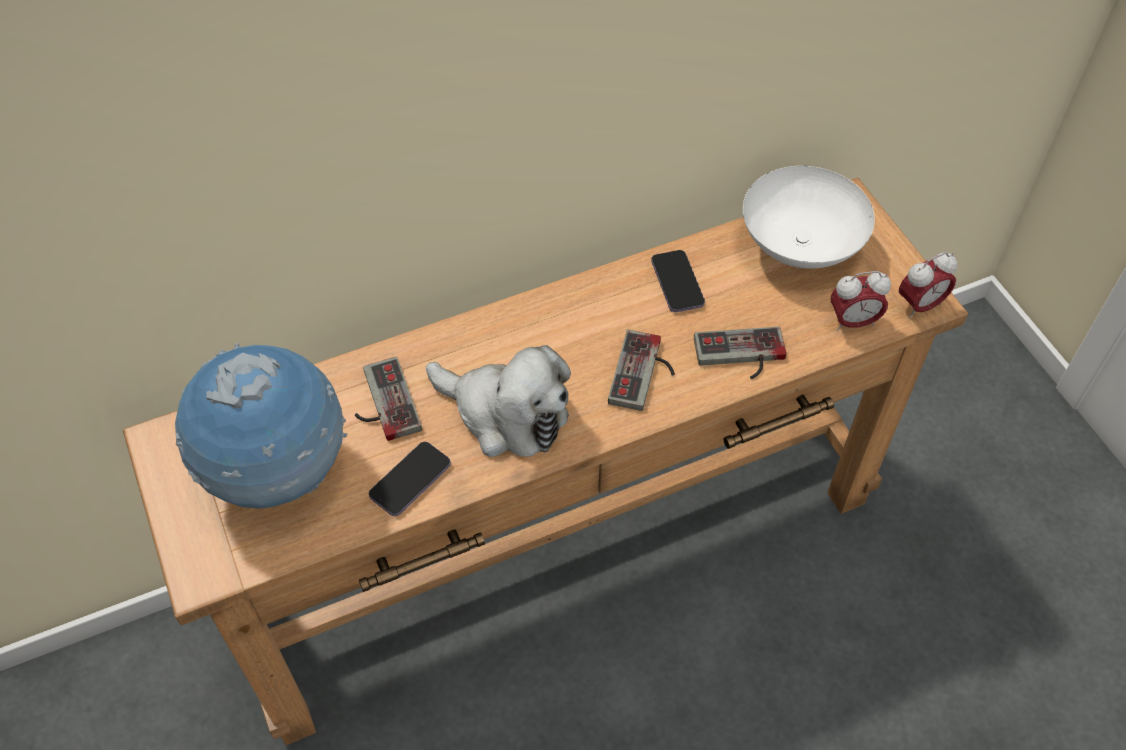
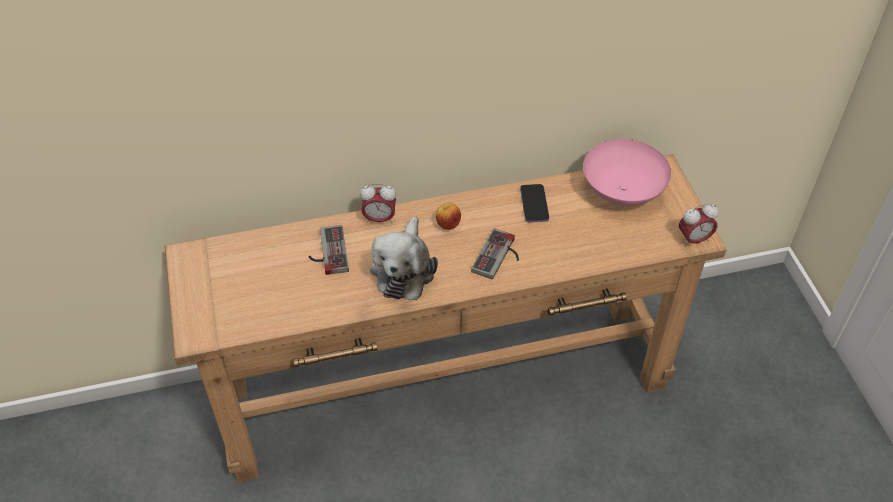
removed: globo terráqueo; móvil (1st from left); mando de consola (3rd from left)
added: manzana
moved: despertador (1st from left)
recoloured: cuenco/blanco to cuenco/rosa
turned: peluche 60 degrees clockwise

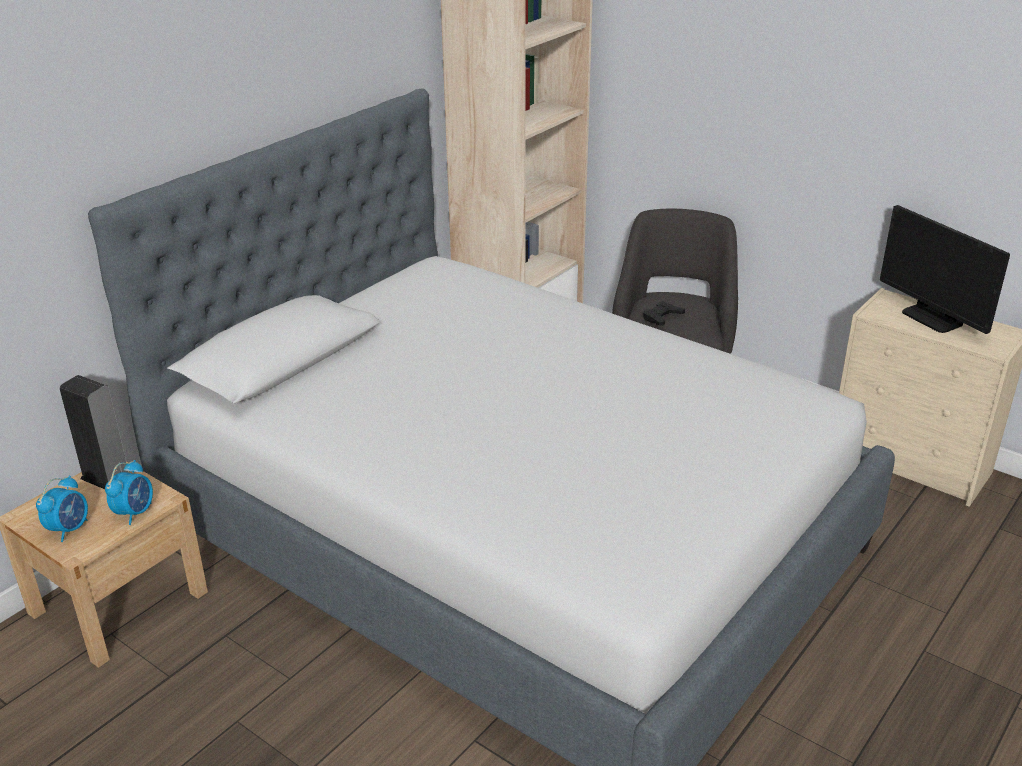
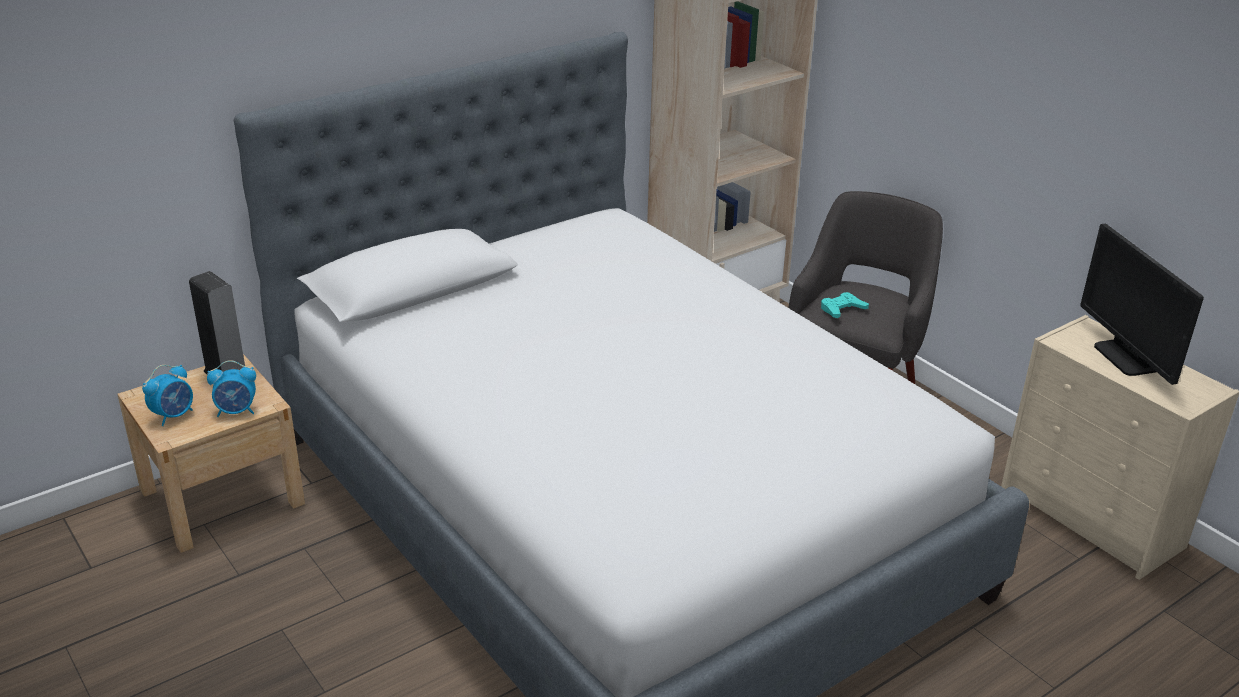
recoloured: mando de consola/negro to mando de consola/turquesa
turned: despertador (2nd from left) 45 degrees clockwise

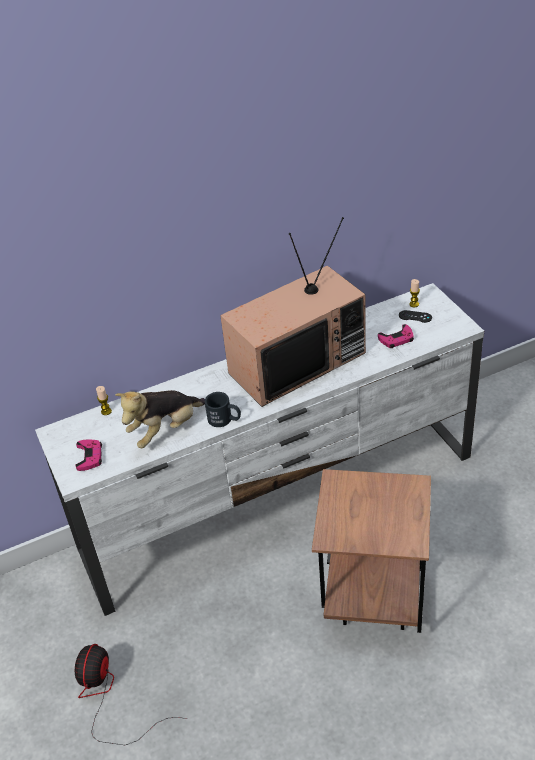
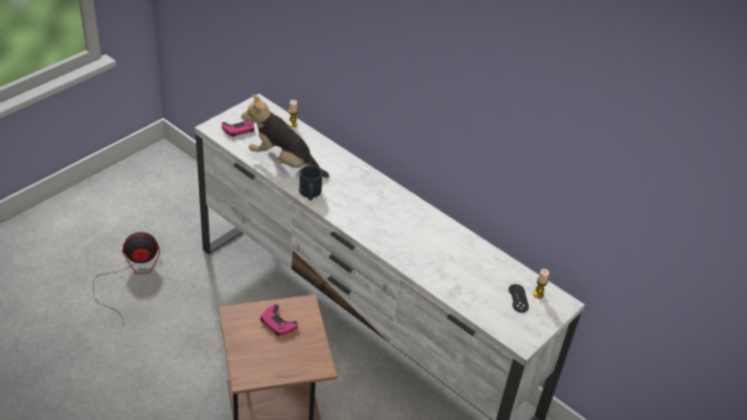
removed: televisor
moved: mando de consola/rosa (2nd from left)

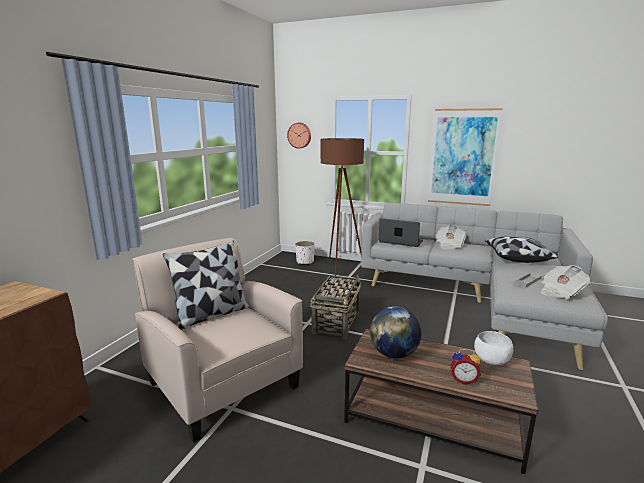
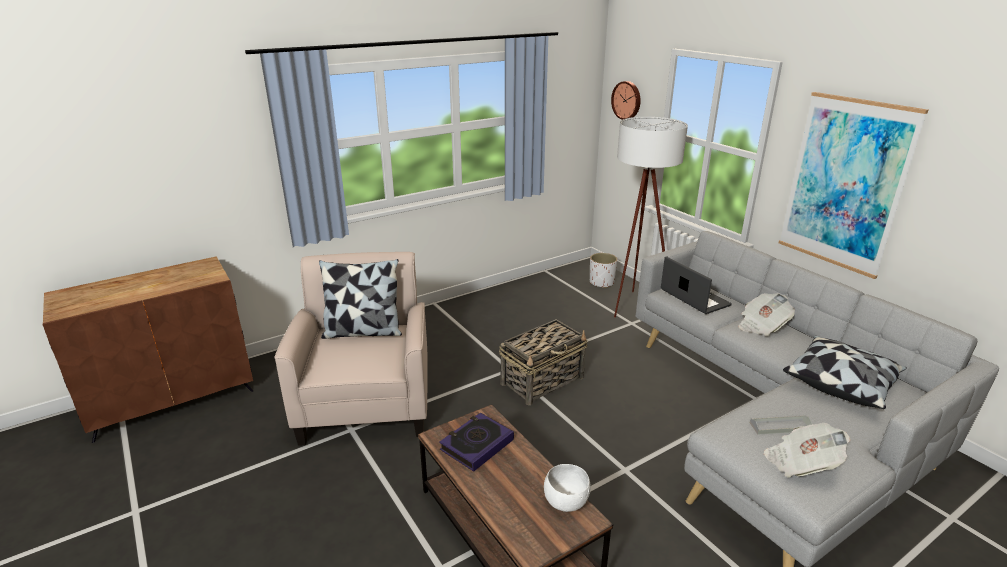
removed: despertador
replaced: globo terráqueo to libro
recoloured: lámpara de pie/marrón to lámpara de pie/blanco

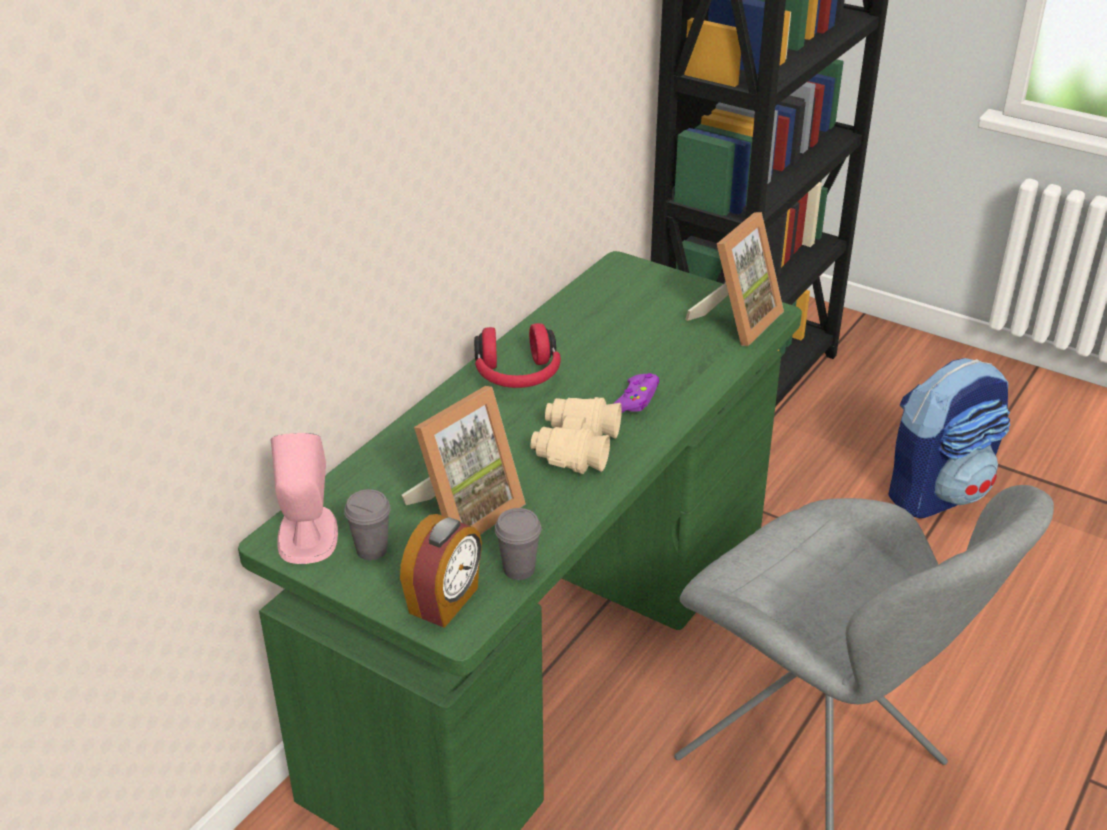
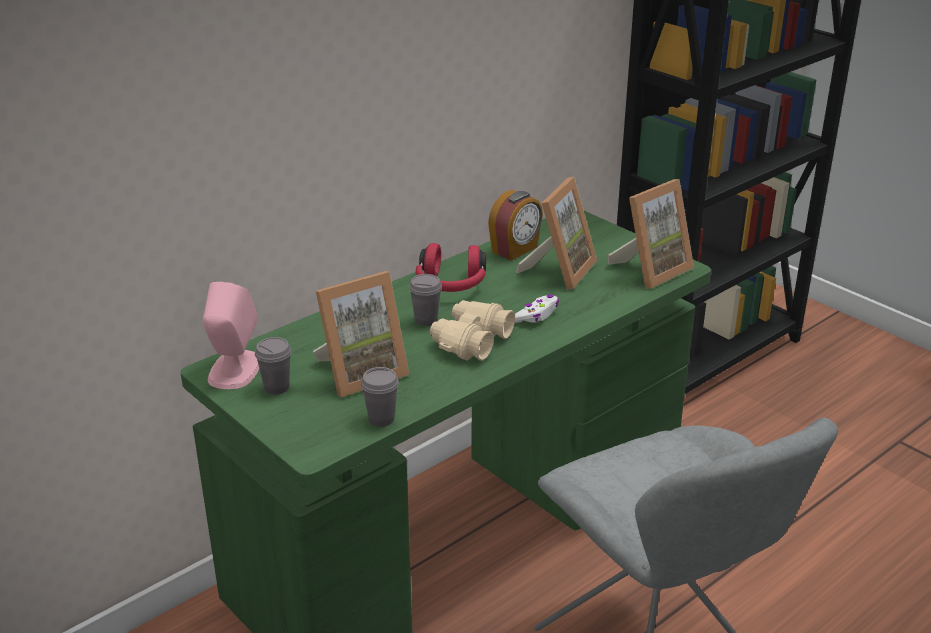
removed: mochila
added: taza/gris (3rd from left); portarretratos (2nd from left)
moved: despertador
recoloured: mando de consola/morado to mando de consola/blanco

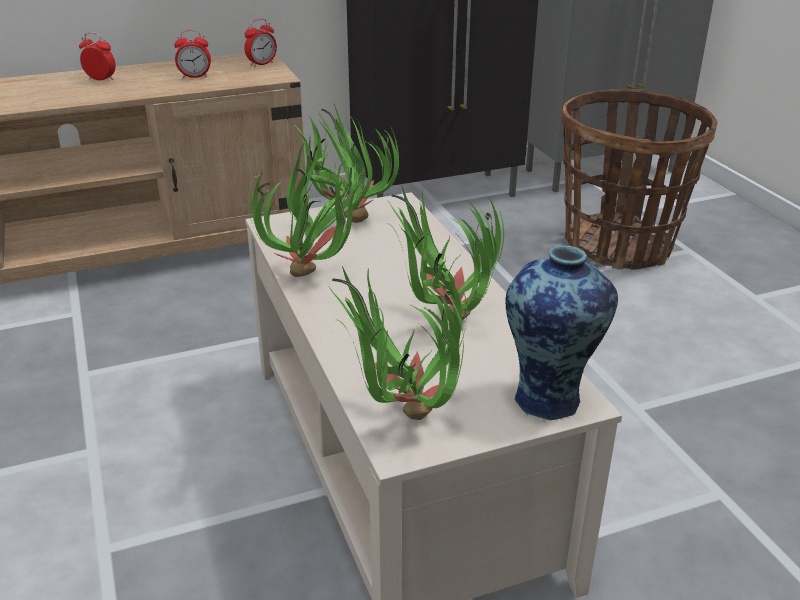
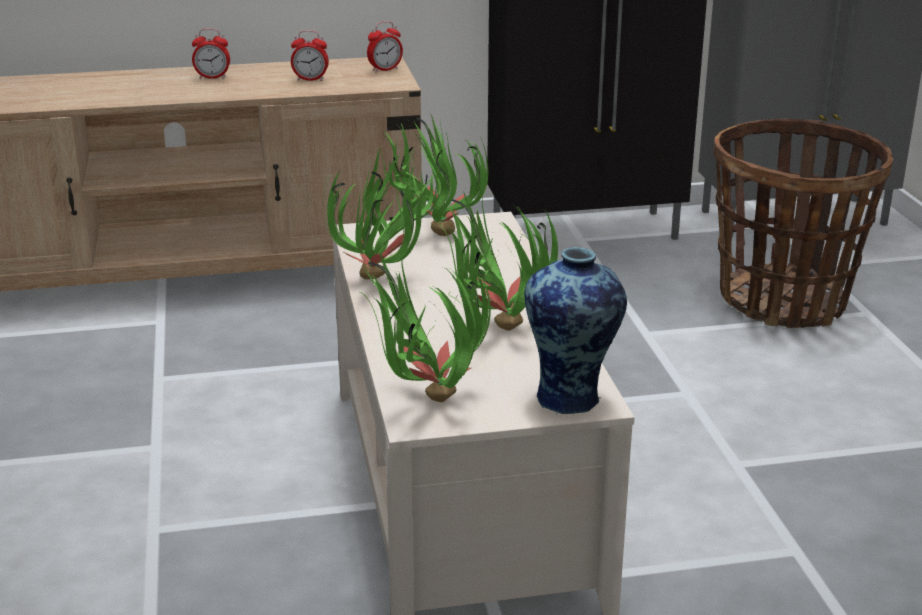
turned: despertador (1st from left) 150 degrees clockwise

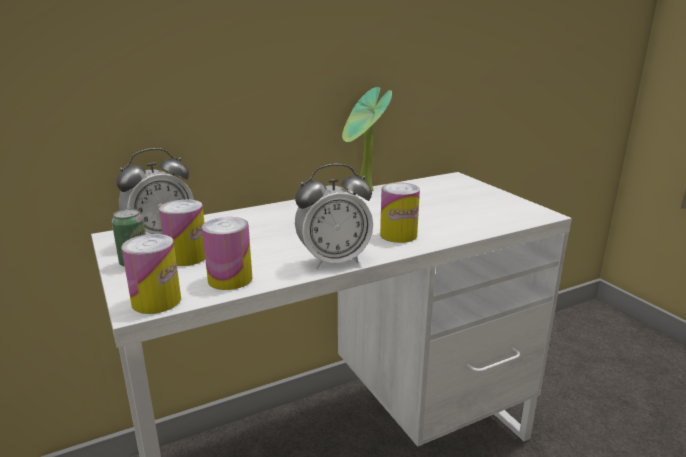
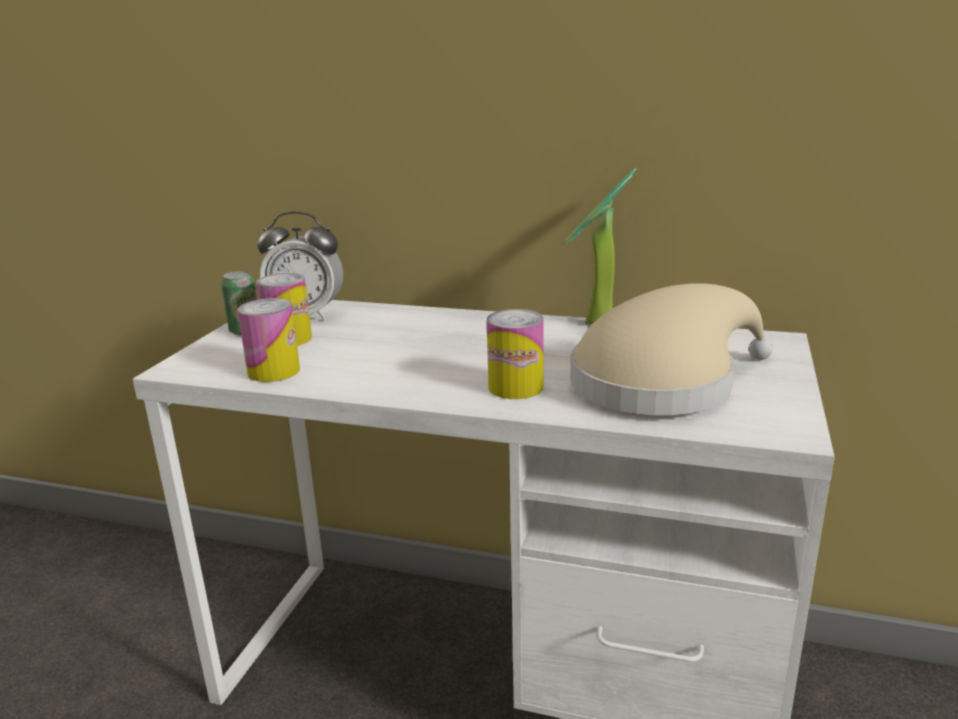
removed: lata (2nd from left); despertador (2nd from left)
added: sombrero/beis

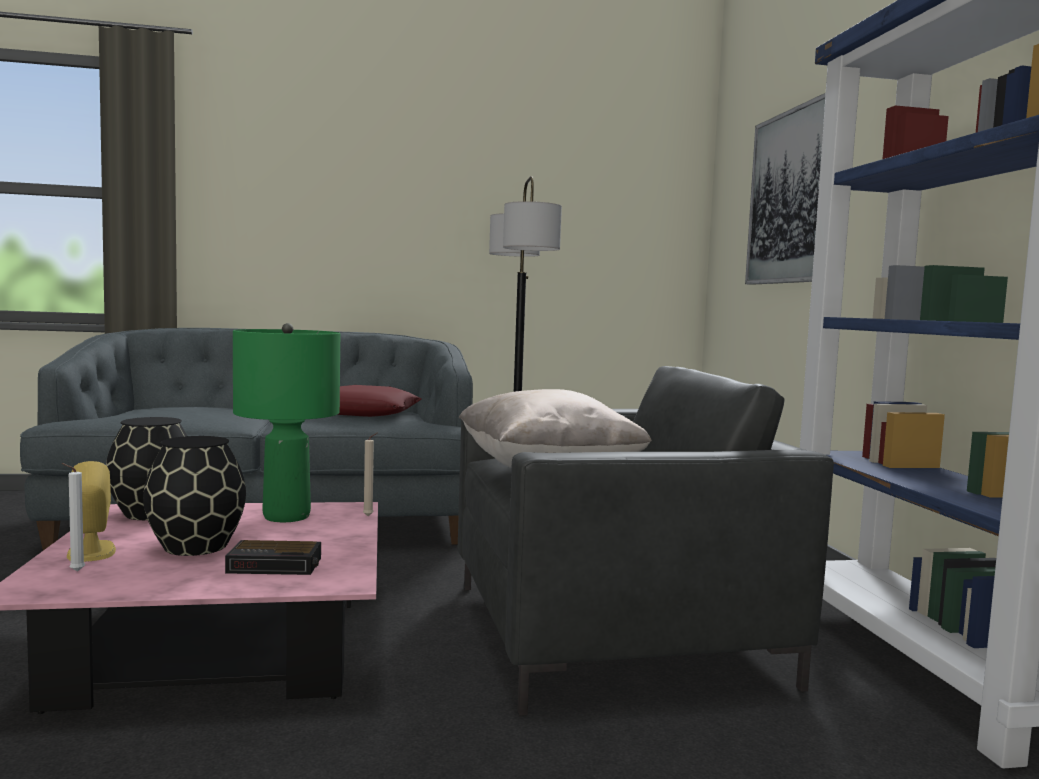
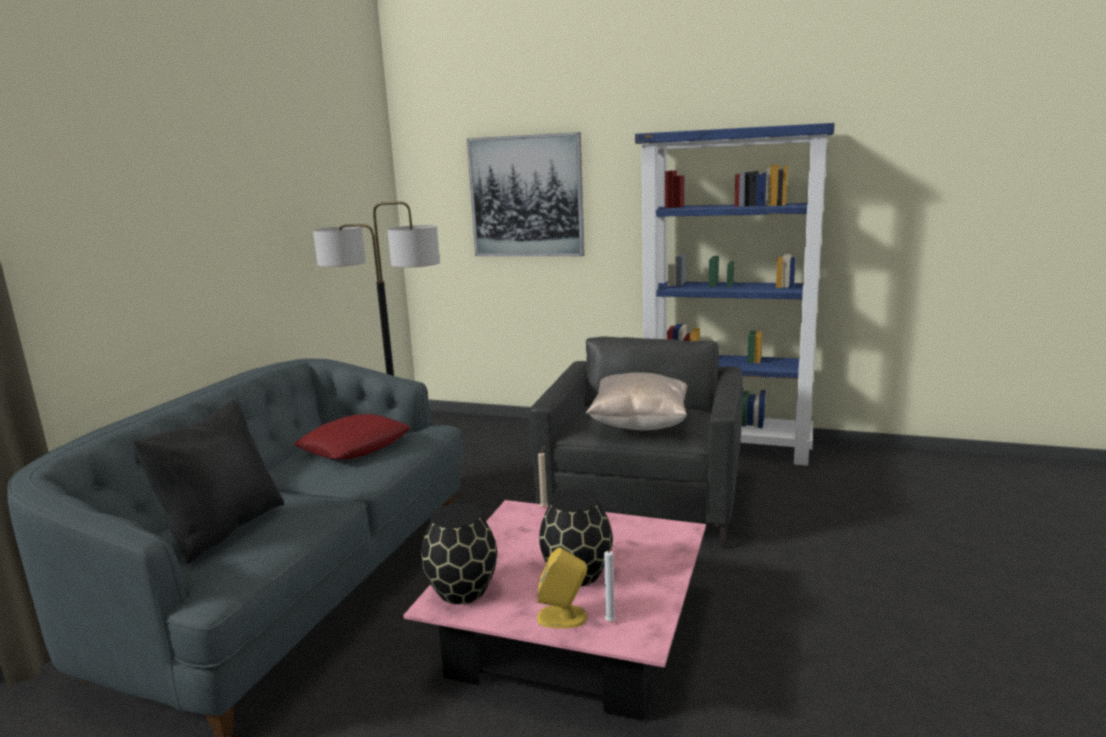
removed: despertador; lámpara de mesa/verde
added: cojín/negro

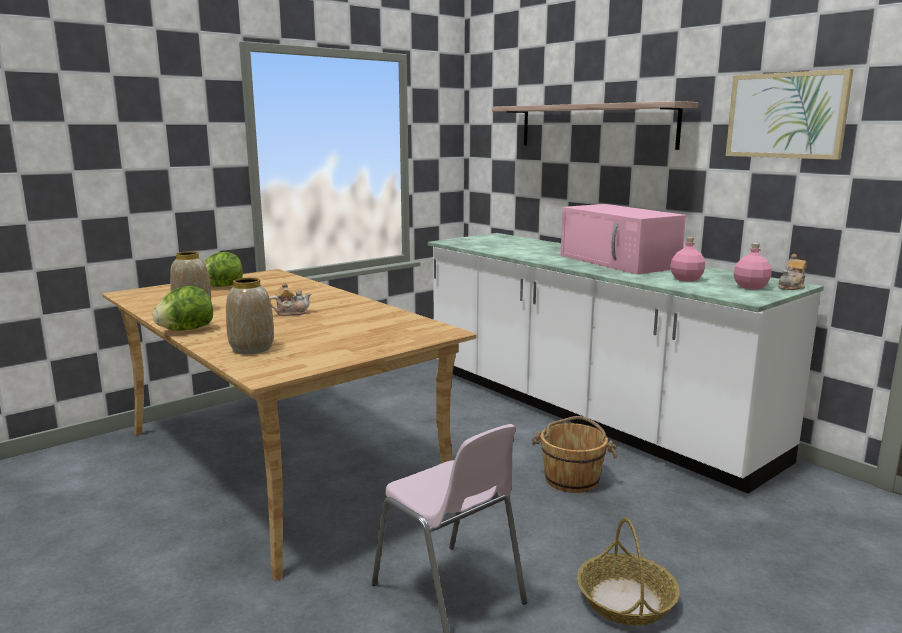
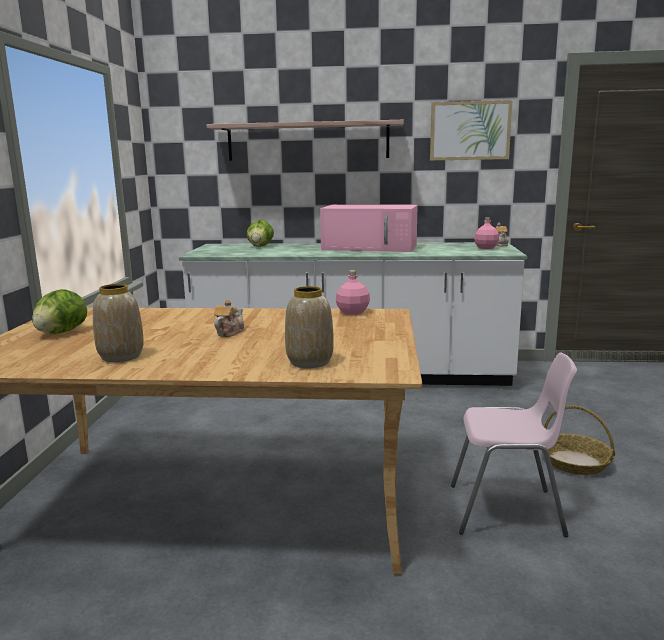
removed: cubo/marrón
moved: lechuga (1st from left in the first image) to lechuga (2nd from left); botella/rosa (1st from left)

